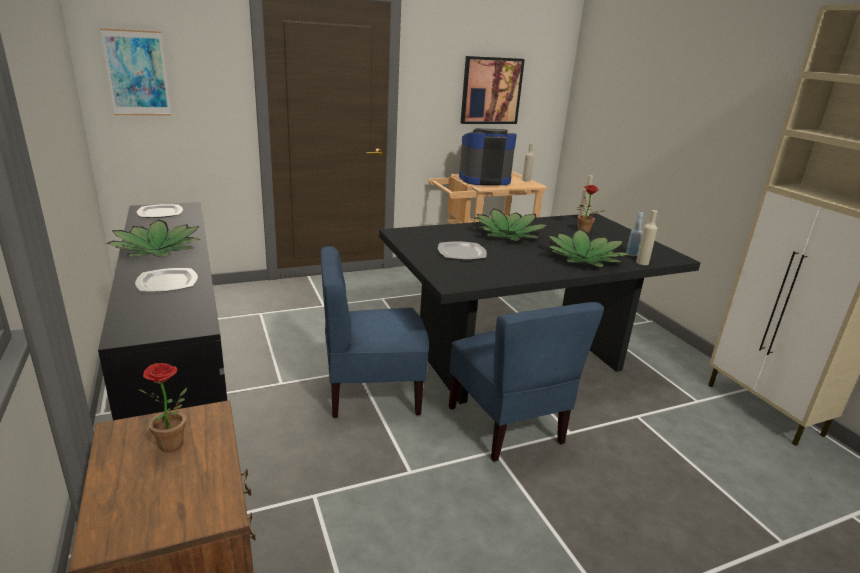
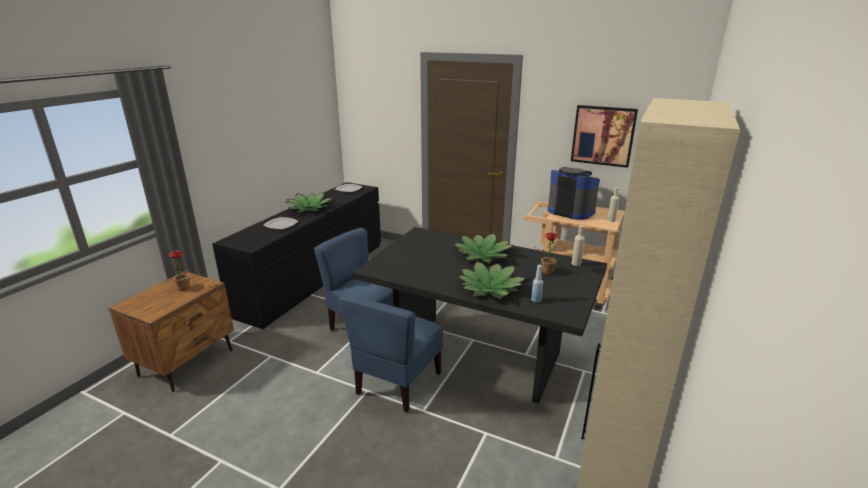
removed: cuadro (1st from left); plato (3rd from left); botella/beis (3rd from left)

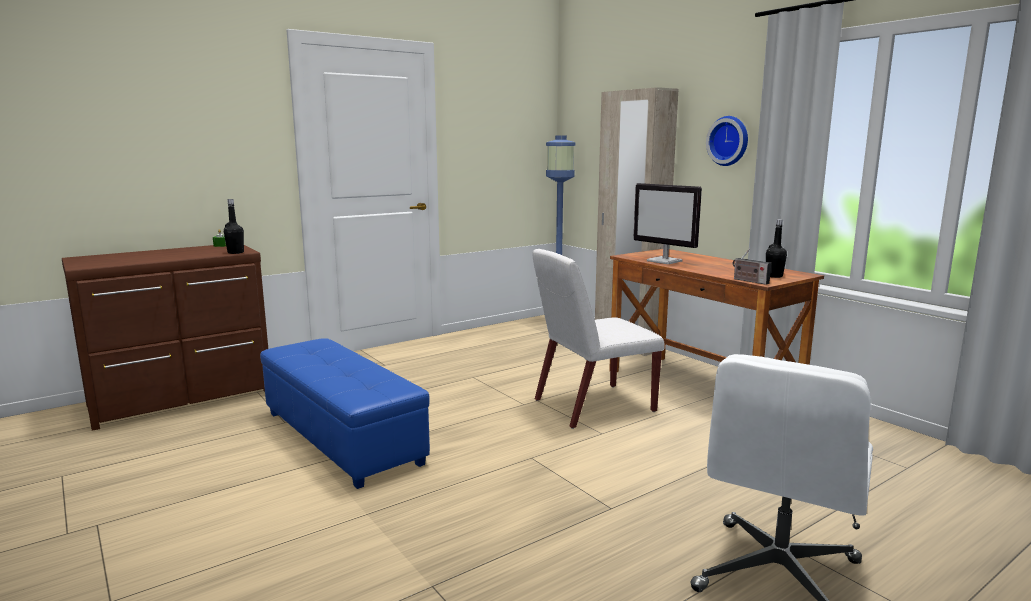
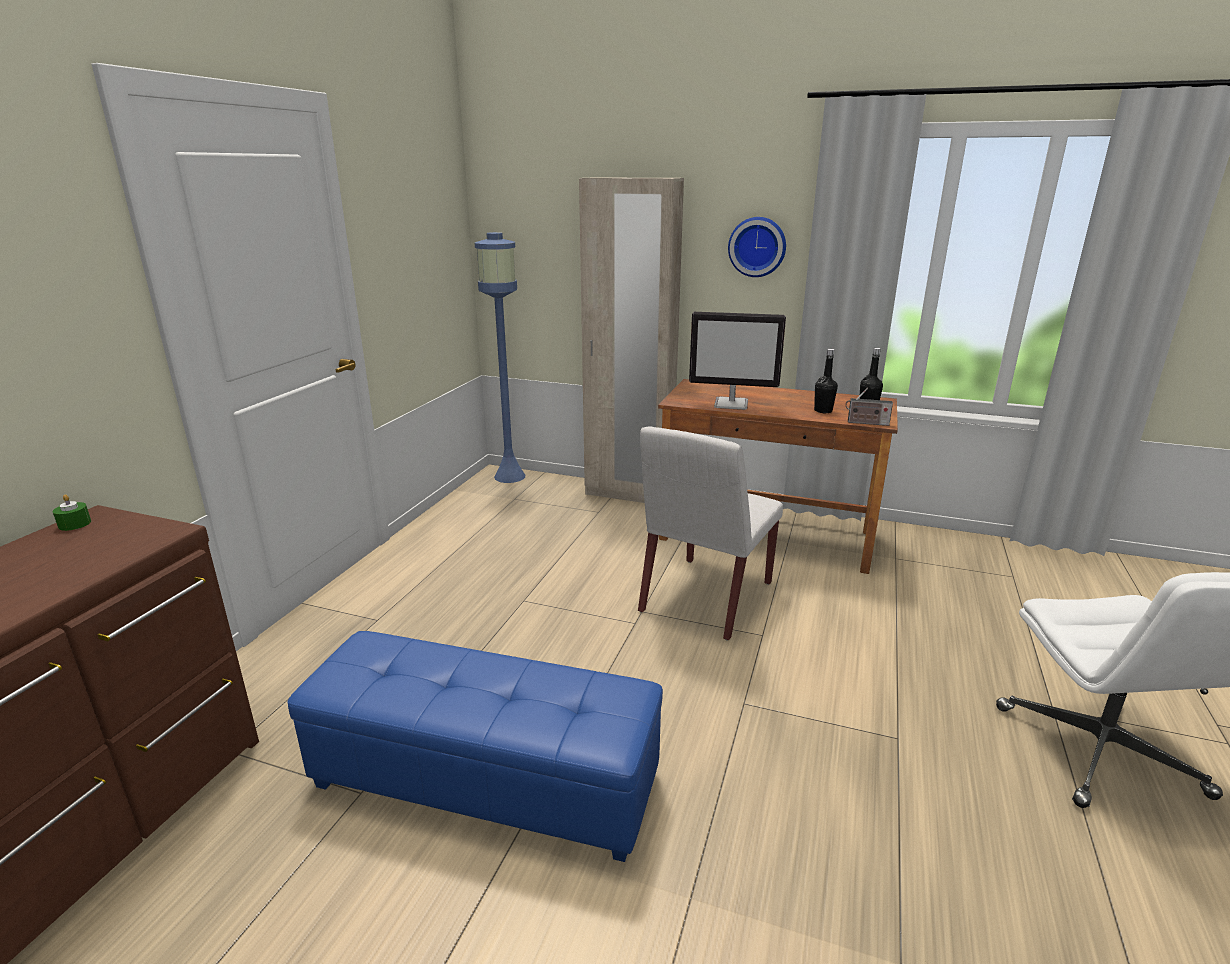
moved: botella/negro (1st from left)

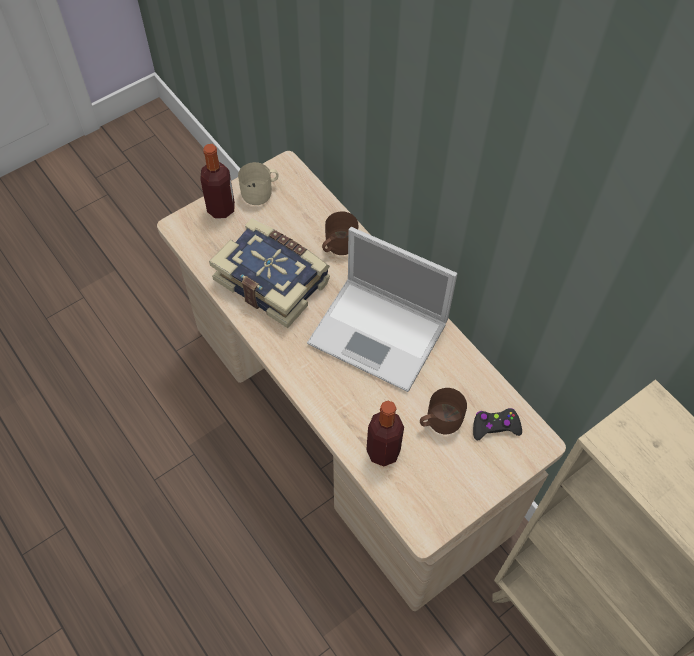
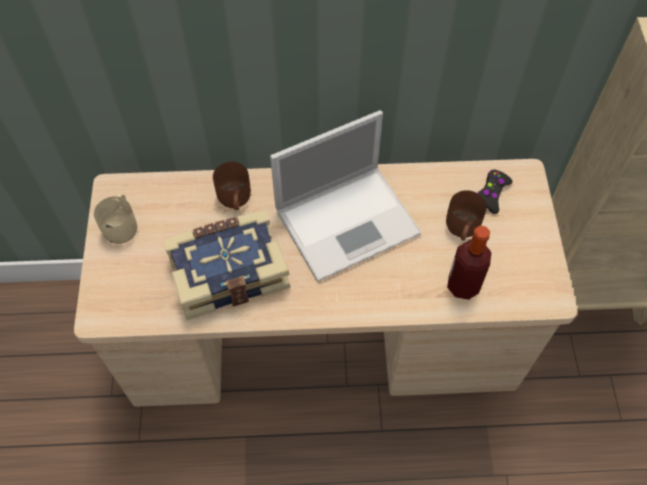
removed: botella (1st from left)

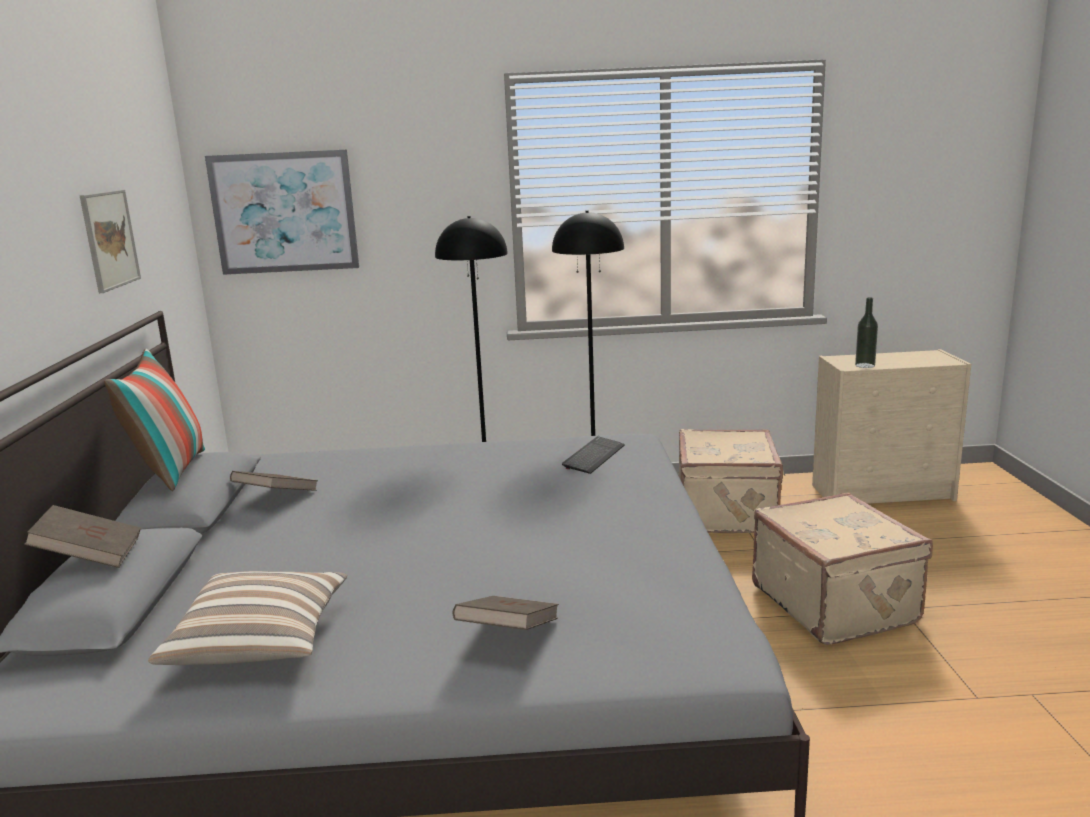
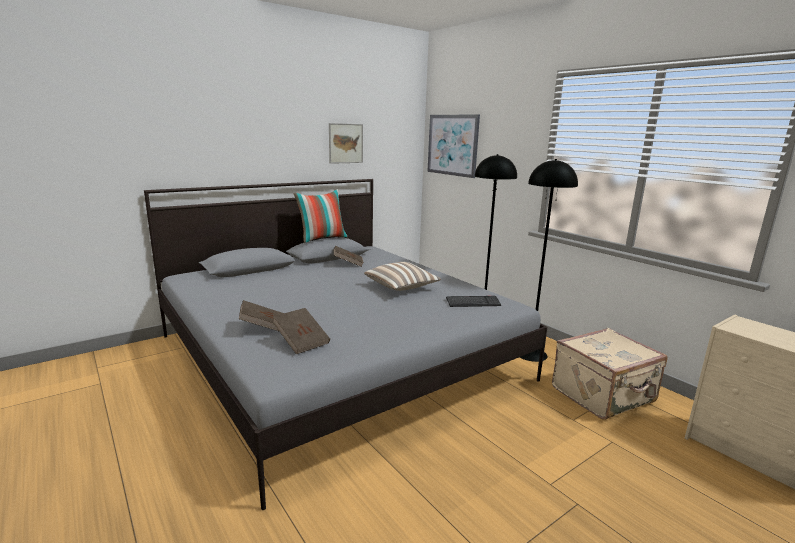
removed: maleta/beis (2nd from left); botella
moved: libro/marrón (1st from left in the first image) to libro/marrón (2nd from left); cojín (2nd from left)

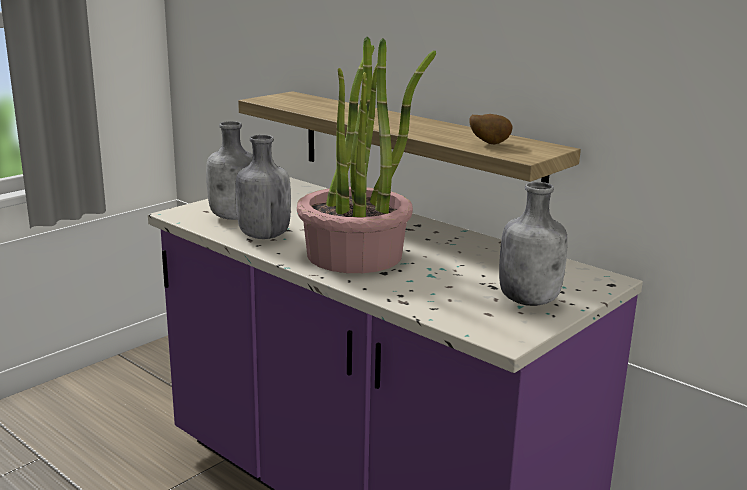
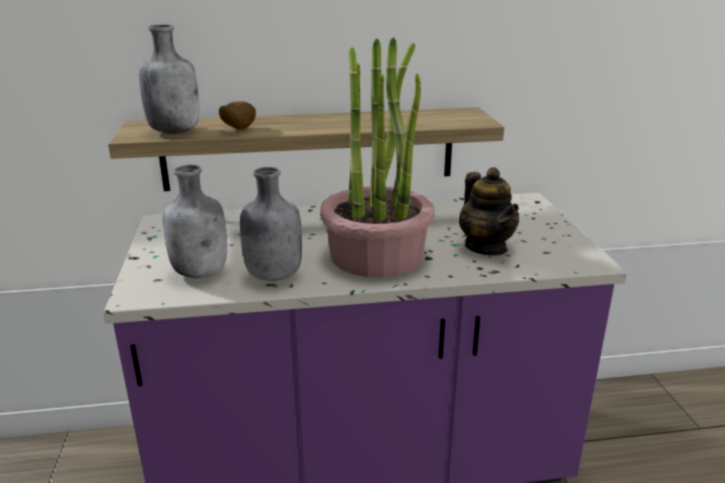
added: tetera
moved: patata; botella/gris (3rd from left in the first image) to botella/gris (1st from left)

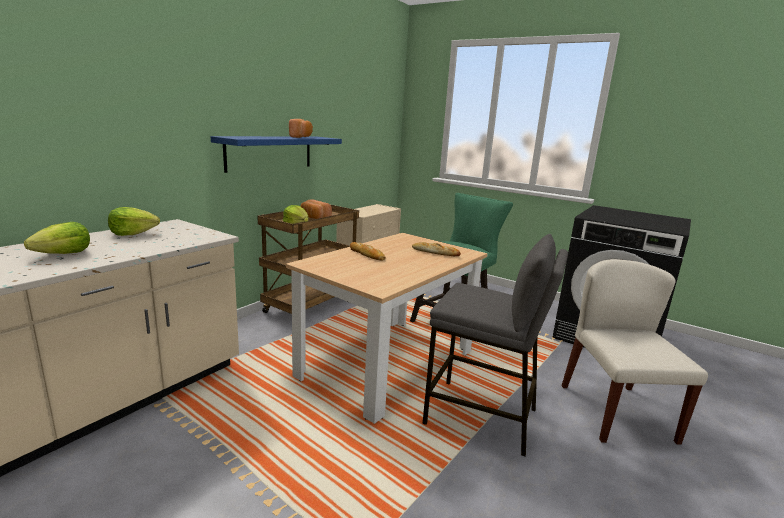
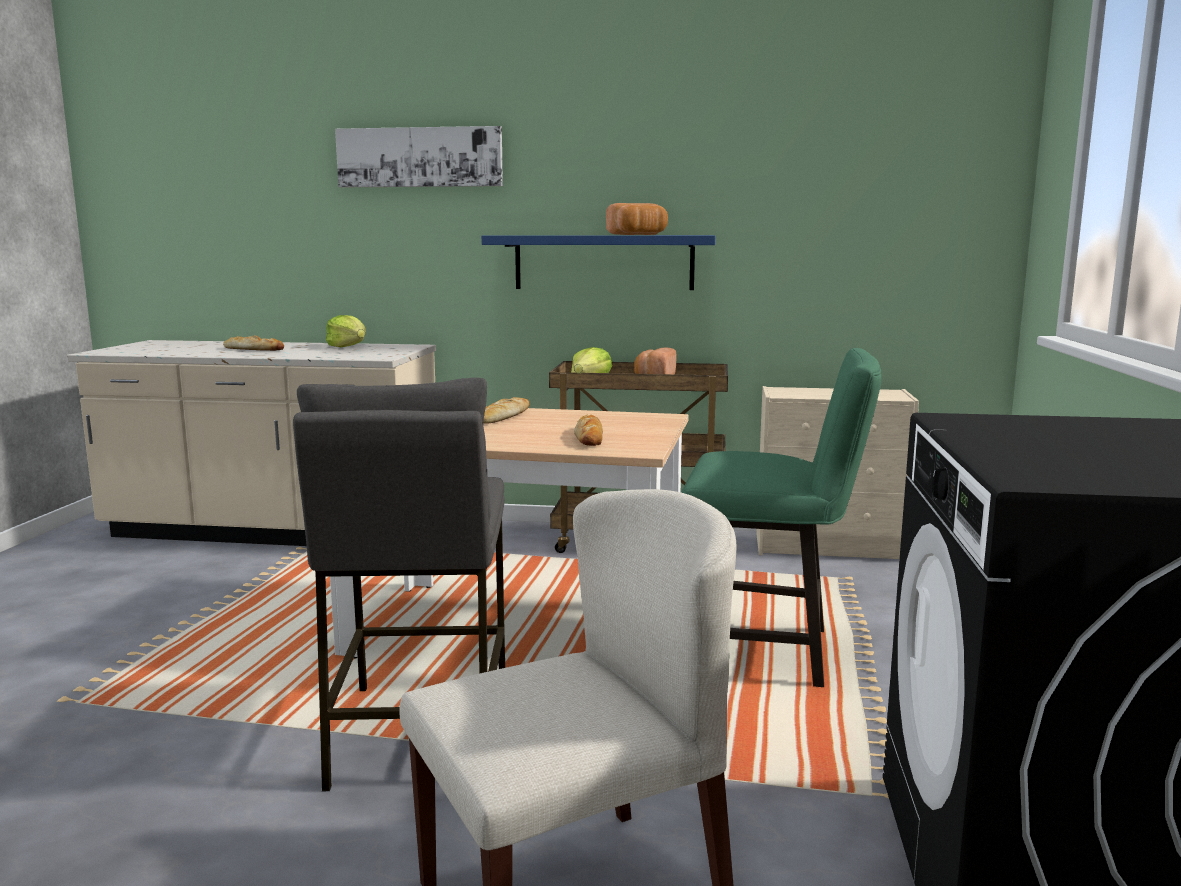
added: cuadro
replaced: lechuga (1st from left) to pan (1st from left)

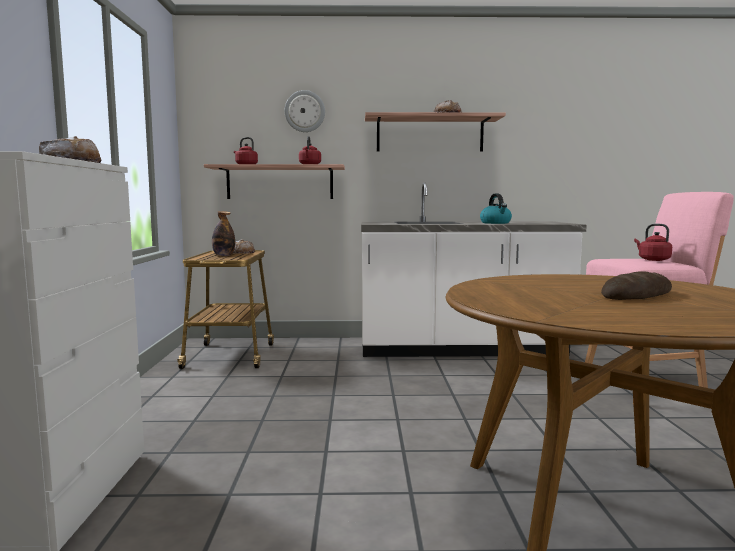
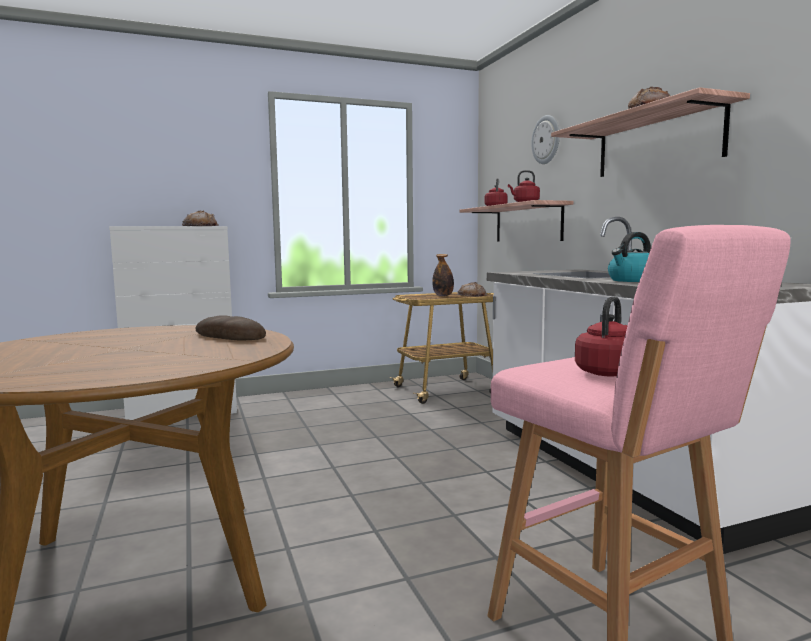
moved: pan (4th from left in the first image) to pan (2nd from left)

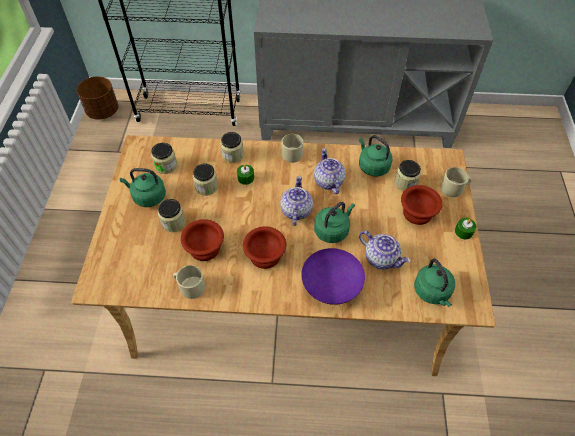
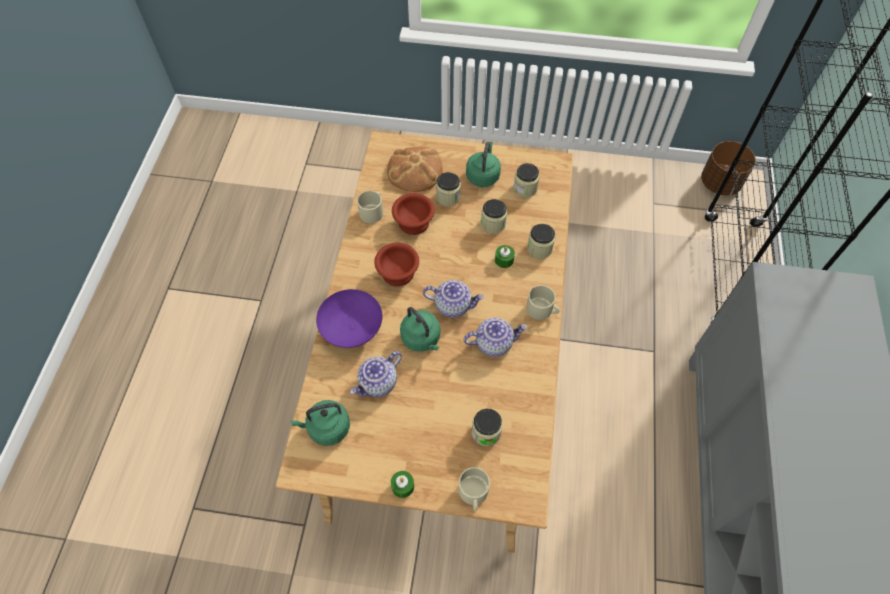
removed: hervidor/verde (3rd from left); cuenco/marrón (3rd from left)
added: pan

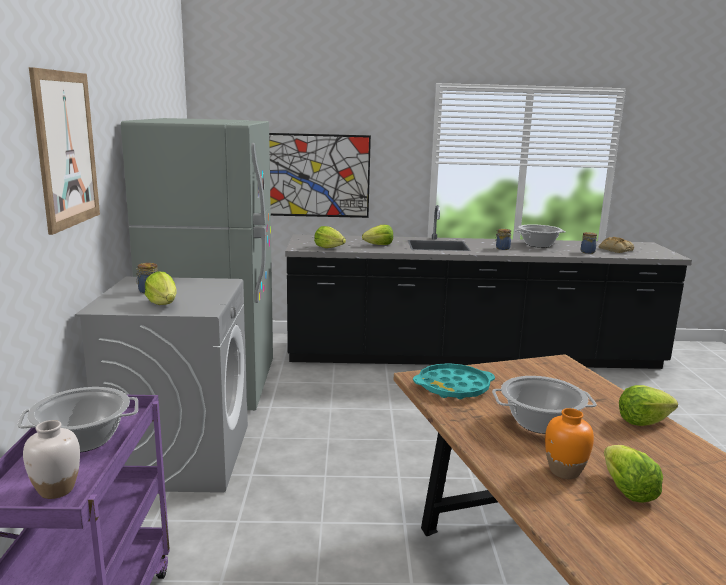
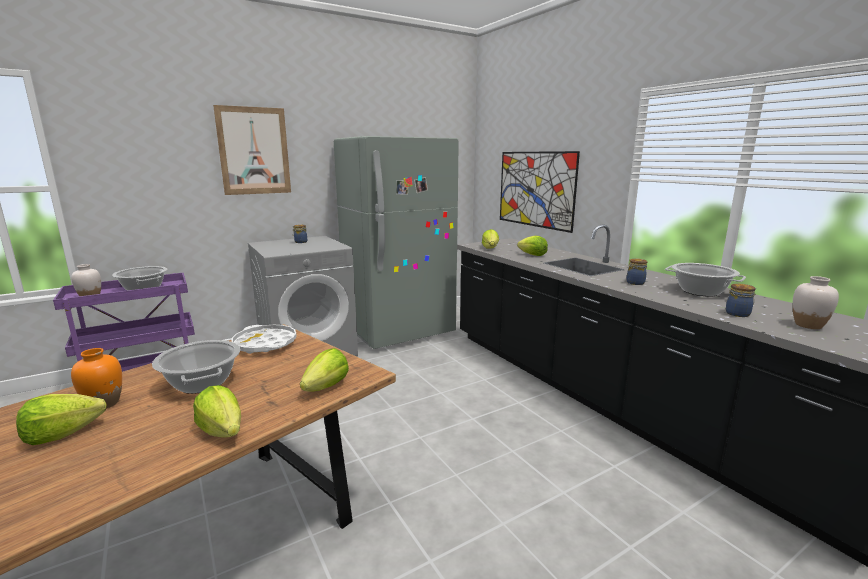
moved: lechuga (1st from left in the first image) to lechuga (3rd from left)
replaced: pan to florero/blanco (2nd from left)
recoloured: bandeja/turquesa to bandeja/blanco

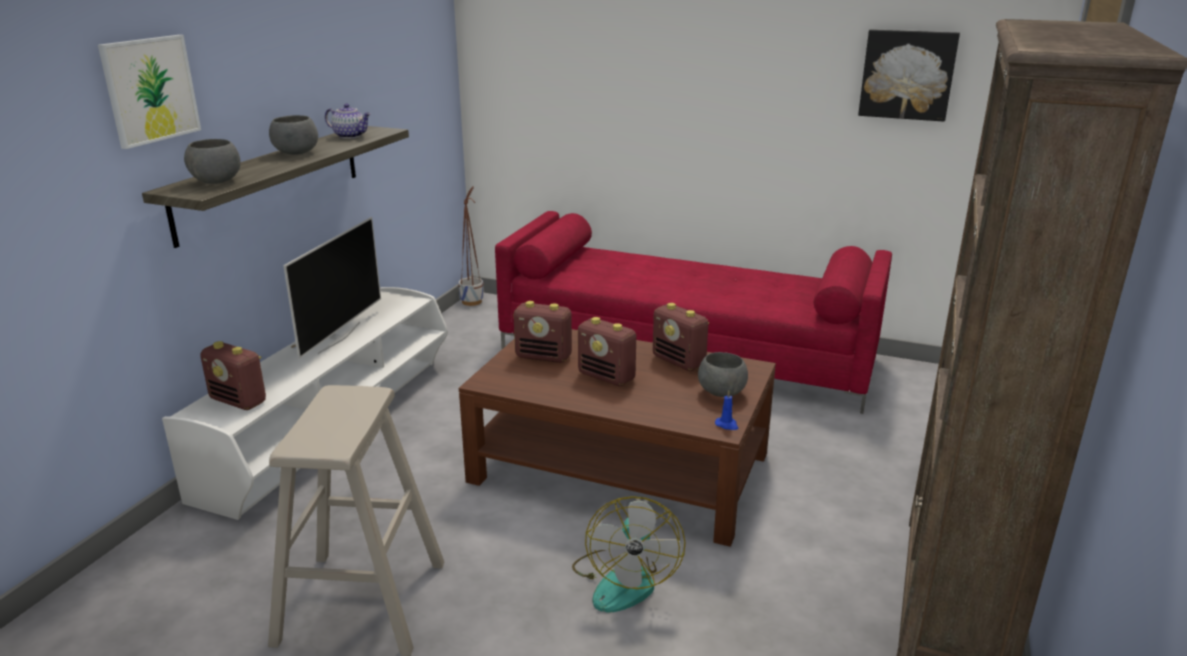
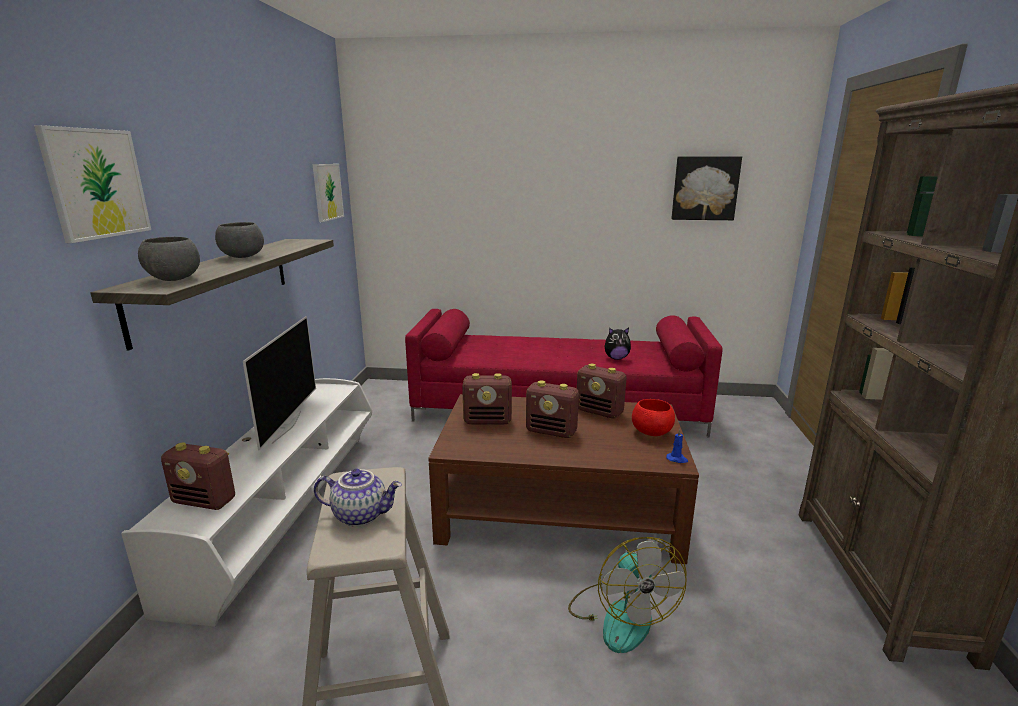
removed: maceta
added: cuadro (2nd from left); peluche
moved: tetera
recoloured: cuenco/gris (3rd from left) to cuenco/rojo

